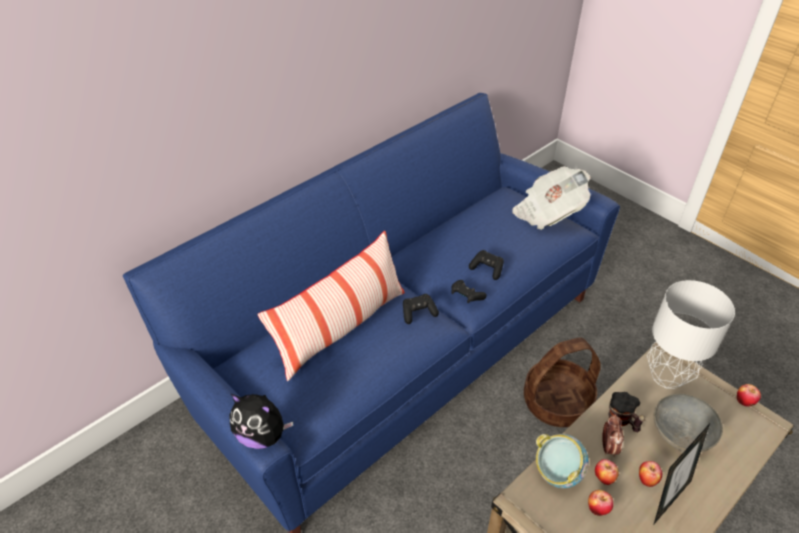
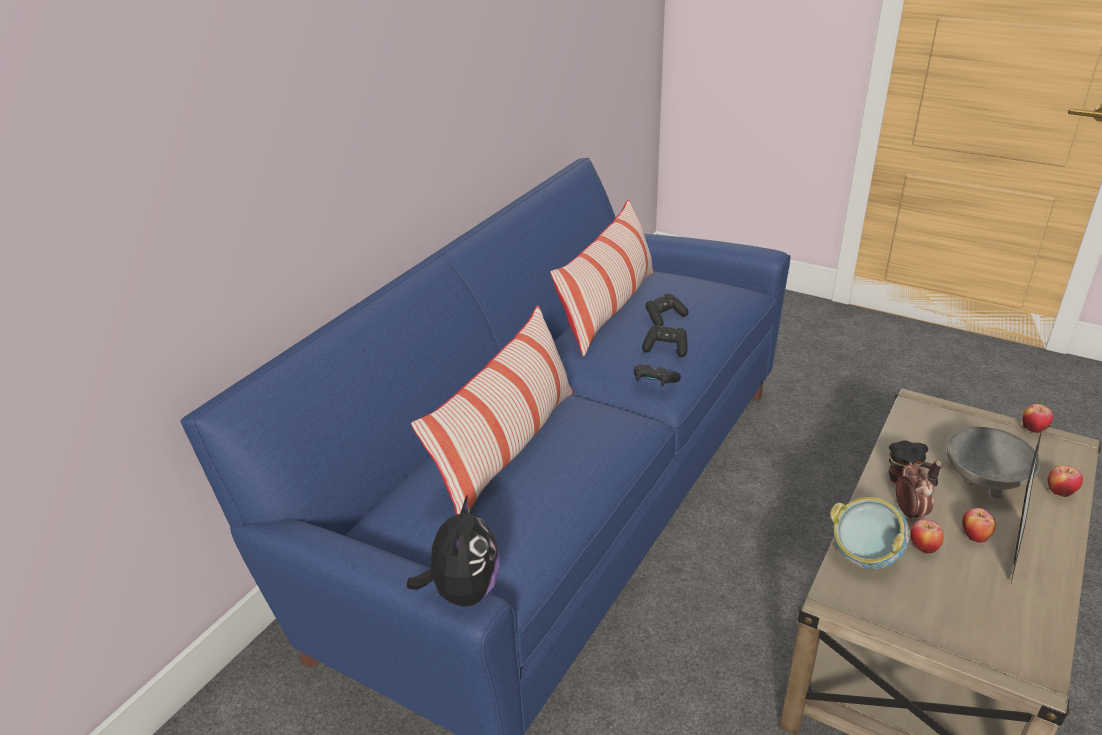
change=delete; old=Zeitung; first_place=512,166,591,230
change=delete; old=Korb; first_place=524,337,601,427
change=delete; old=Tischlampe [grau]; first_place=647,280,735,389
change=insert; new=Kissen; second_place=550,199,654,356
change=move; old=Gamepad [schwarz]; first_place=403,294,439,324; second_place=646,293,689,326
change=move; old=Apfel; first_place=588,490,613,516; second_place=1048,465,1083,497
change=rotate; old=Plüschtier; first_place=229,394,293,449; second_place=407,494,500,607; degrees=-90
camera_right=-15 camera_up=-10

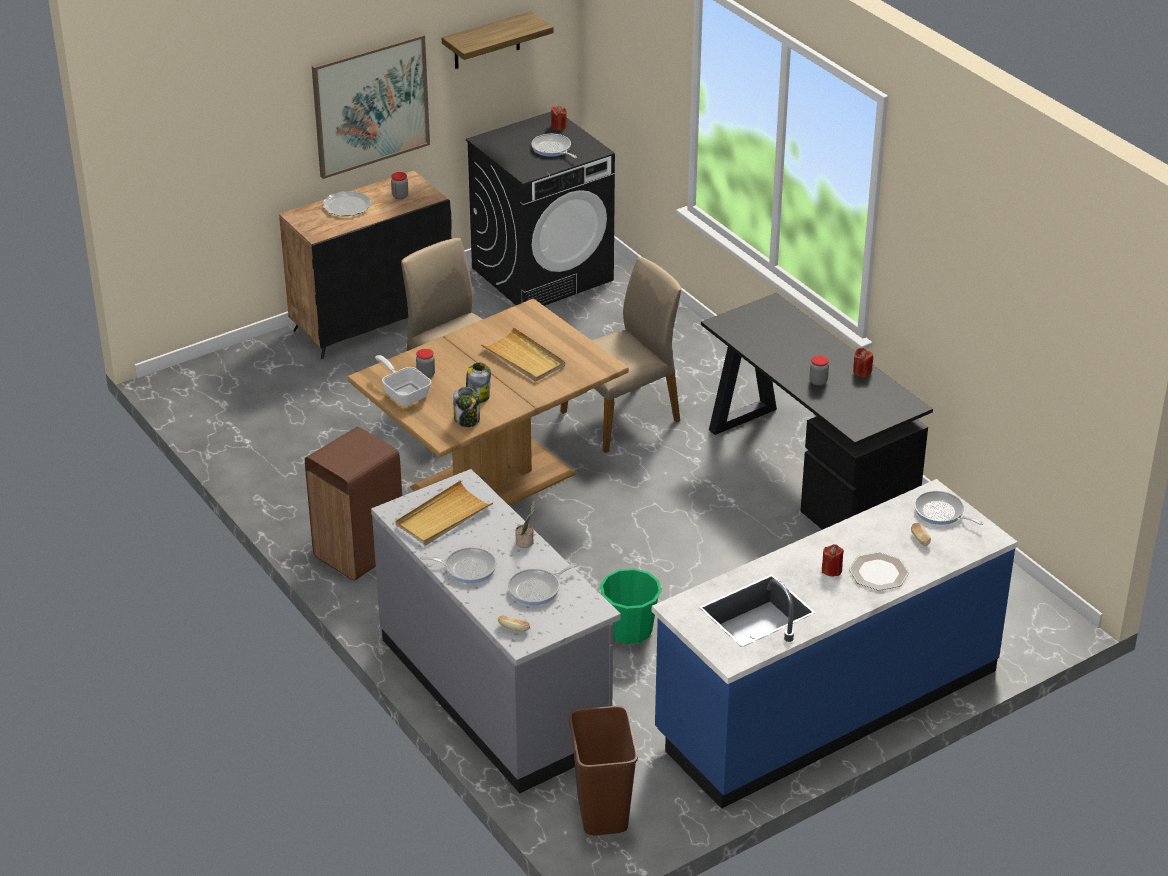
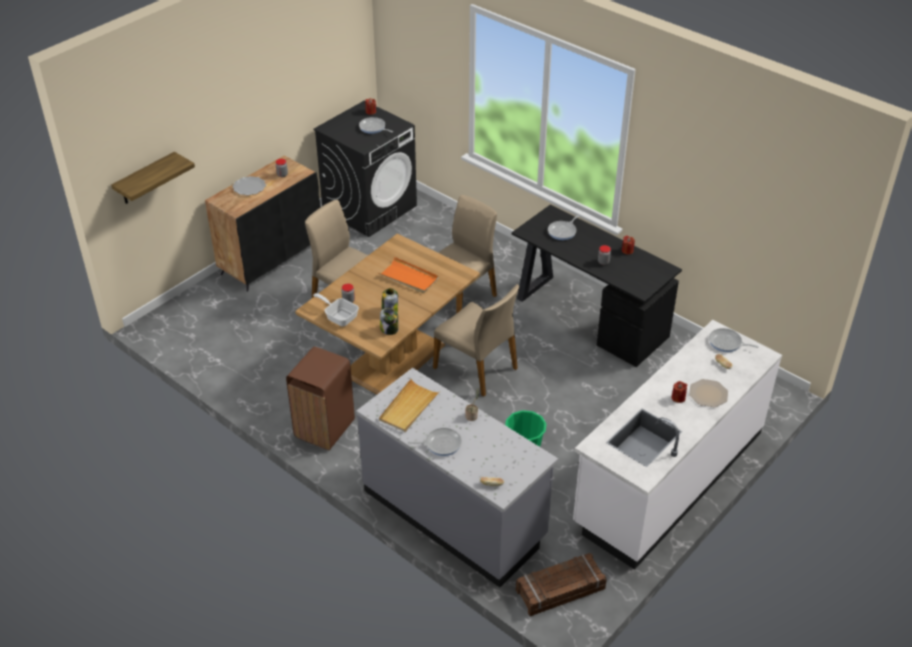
change=delete; old=Bild; first_place=312,33,430,179
change=insert; new=Stuhl [beige]; second_place=433,284,519,397
change=move; old=Wandregal; first_place=442,11,554,69; second_place=111,152,195,204
change=move; old=Pfanne; first_place=508,563,577,606; second_place=548,215,579,240
change=replace; old=Mülleimer [braun]; new=Kiste; first_place=569,706,638,835; second_place=516,553,607,616
change=recolor; old=Tablett [beige]; new=Tablett [orange]; first_place=481,327,565,382; second_place=378,257,439,293
change=recolor; old=Küchenzeile [blau]; new=Küchenzeile [weiß]; first_place=652,479,1018,809; second_place=573,320,782,570
camera_right=-15 camera_up=5

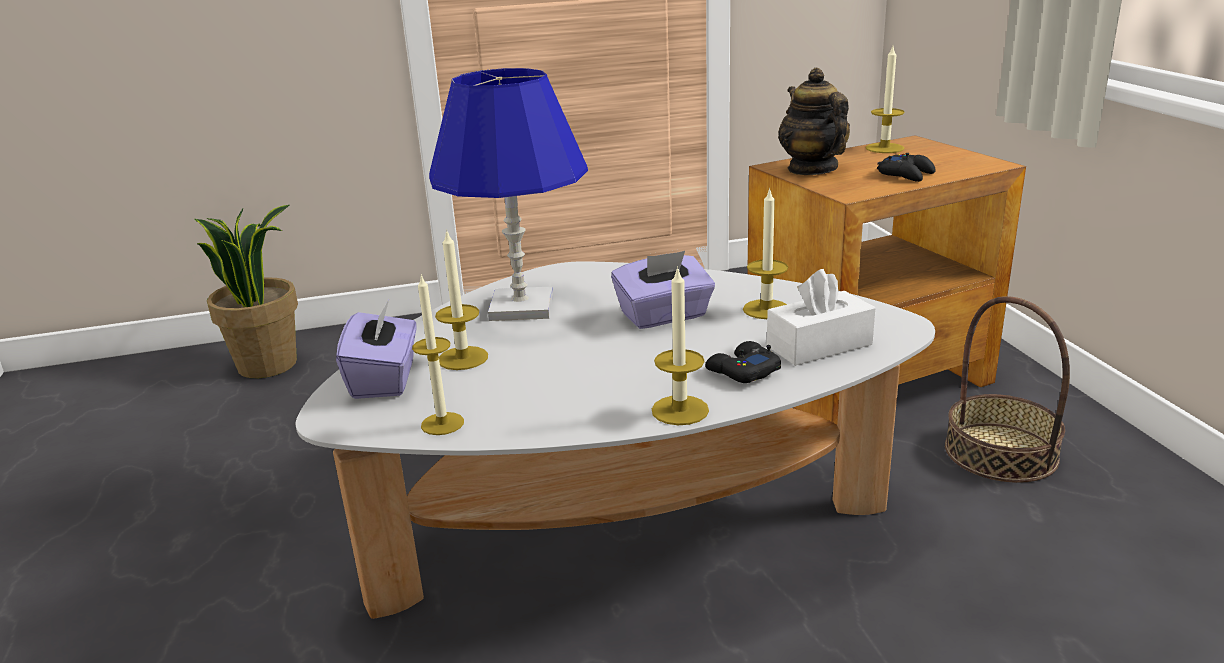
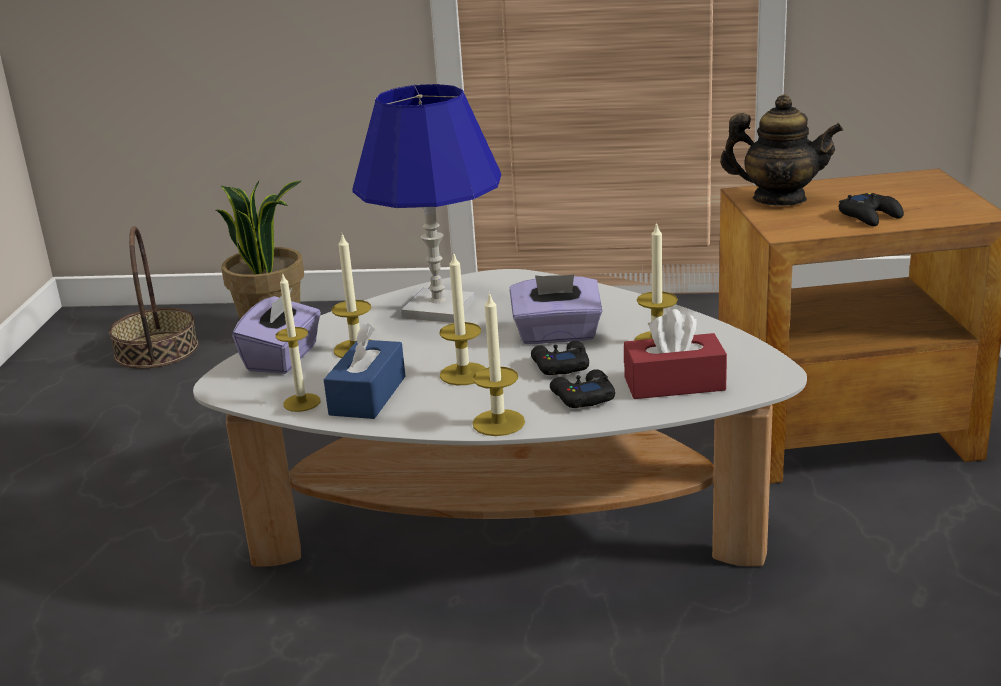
change=insert; new=Taschentuchbox [blau]; second_place=324,323,406,419
change=insert; new=Gamepad [schwarz]; second_place=531,341,589,375
change=move; old=Kerze; first_place=866,47,905,153; second_place=439,252,486,385
change=move; old=Korb; first_place=945,296,1070,483; second_place=109,226,199,369
change=recolor; old=Taschentuchbox [weiß]; new=Taschentuchbox [rot]; first_place=767,269,876,366; second_place=624,309,727,399
change=rotate; old=Teekanne; first_place=778,68,850,175; second_place=720,94,843,206; degrees=105
camera_right=20 camera_up=0

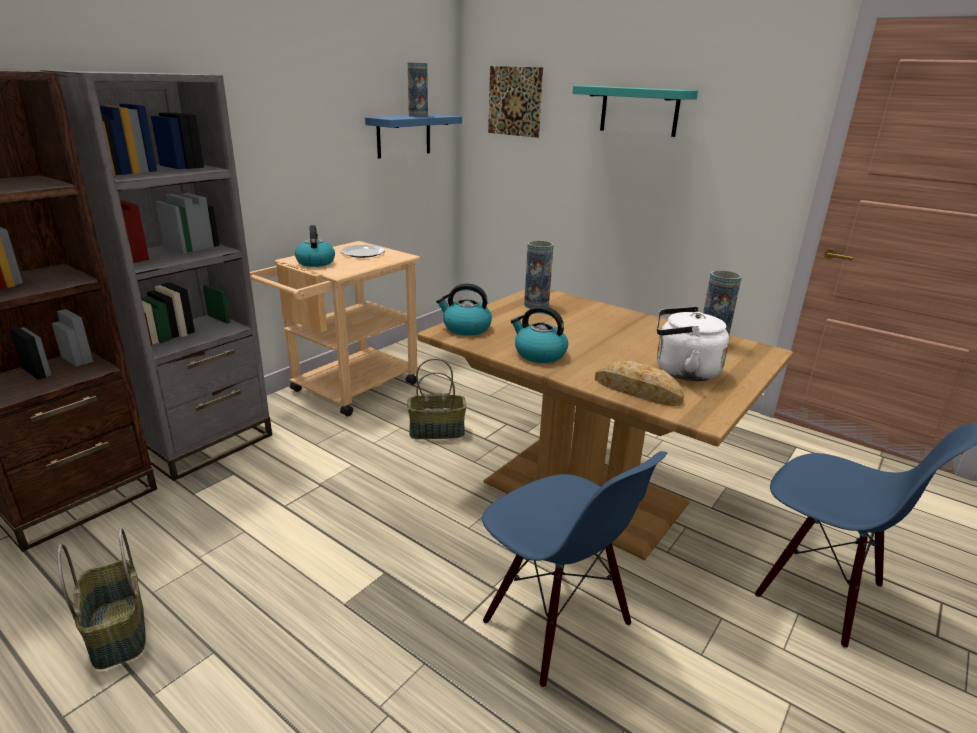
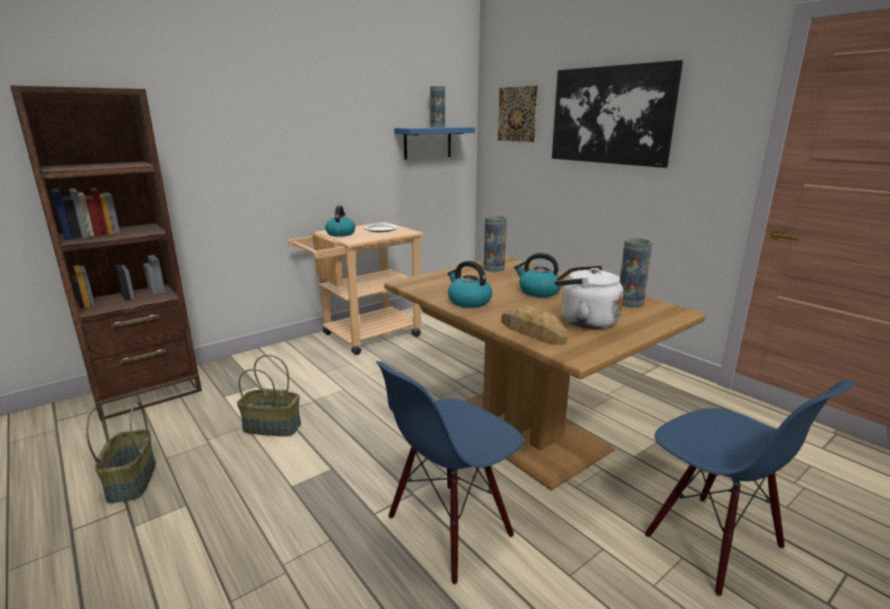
change=delete; old=Bücherregal [grau]; first_place=40,70,272,481
change=move; old=Korb; first_place=408,358,467,439; second_place=237,355,301,437
change=move; old=Wasserkessel; first_place=436,284,492,336; second_place=514,253,561,297
change=replace; old=Wandregal [türkis]; new=Bild; first_place=572,86,698,137; second_place=552,60,683,168
change=rotate; old=Stuhl [blau]; first_place=482,451,667,688; second_place=376,361,524,584; degrees=75
camera_right=15 camera_up=-5

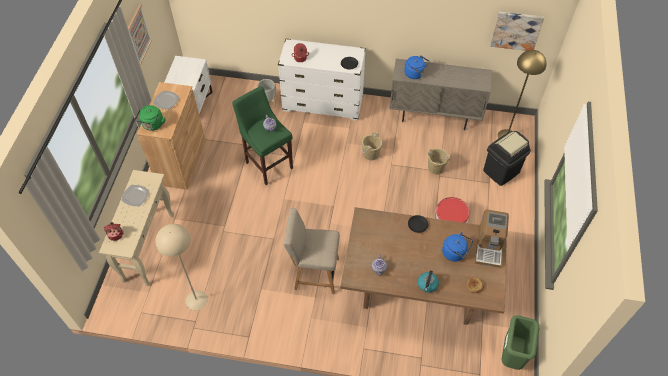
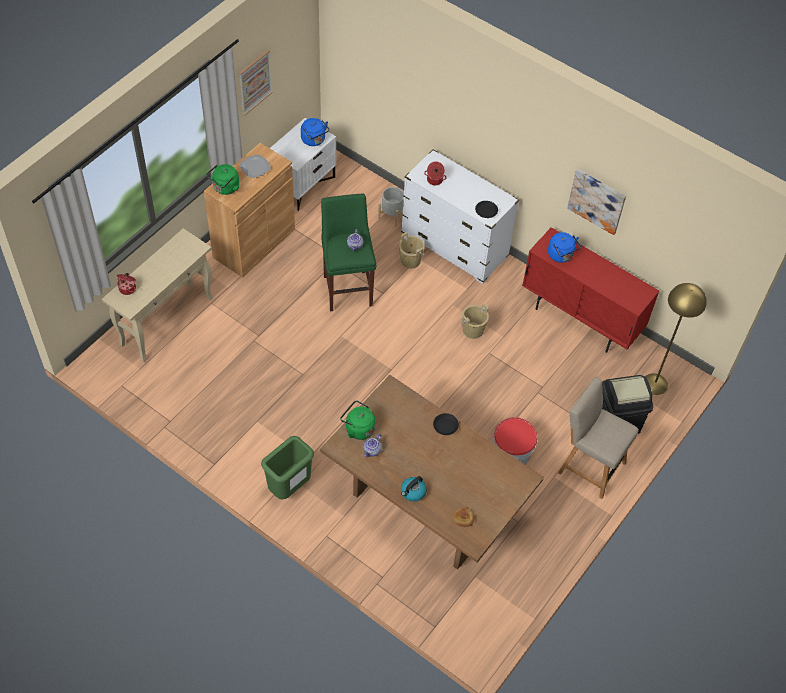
change=delete; old=Teller; first_place=121,185,149,206
change=delete; old=Stehlampe [beige]; first_place=155,224,208,310
change=delete; old=Kaffeemaschine; first_place=475,209,509,268
change=insert; new=Wasserkessel [grün]; second_place=340,400,376,440
change=move; old=Stuhl [beige]; first_place=284,208,340,294; second_place=558,377,639,499
change=move; old=Eimer [beige]; first_place=428,148,450,174; second_place=399,232,425,269
change=move; old=Wasserkessel [blau]; first_place=442,232,473,262; second_place=301,118,329,146
change=move; old=Bild; first_place=490,12,544,51; second_place=567,169,626,235
change=move; old=Mülleimer [grün]; first_place=502,315,539,370; second_place=261,436,314,500
change=recolor; old=Schrank [beige]; new=Schrank [rot]; first_place=389,59,492,130; second_place=522,227,659,353
camera_right=25 camera_up=0

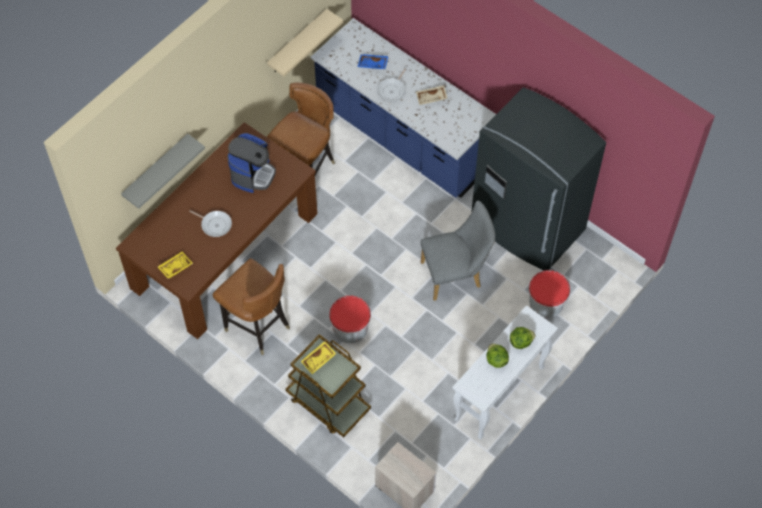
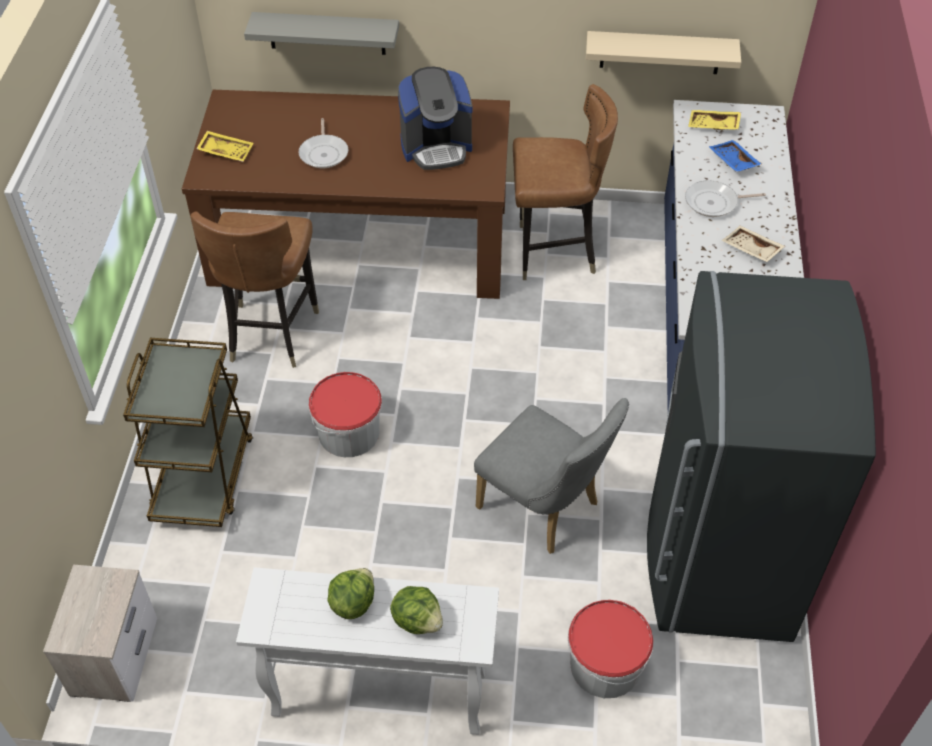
change=move; old=Tablett [gelb]; first_place=300,341,337,374; second_place=688,110,741,130
camera_right=55 camera_up=-10

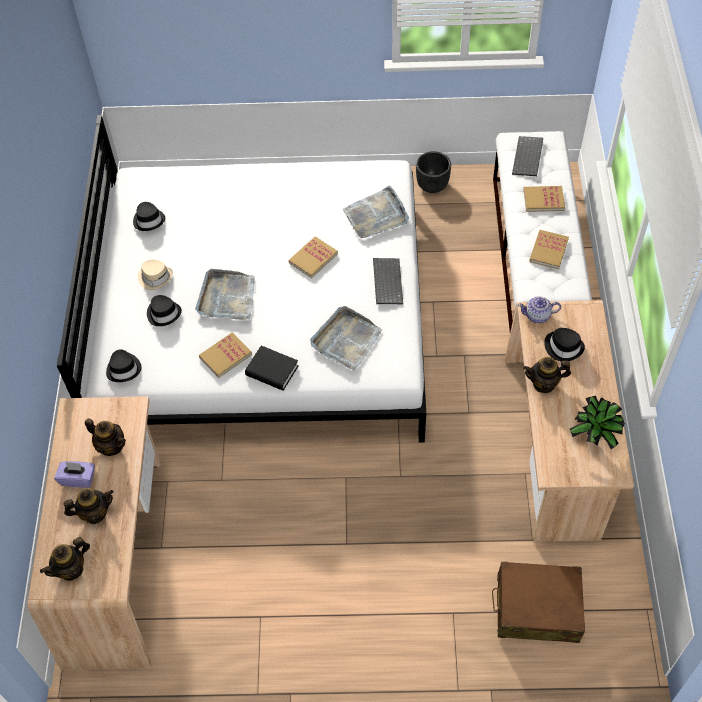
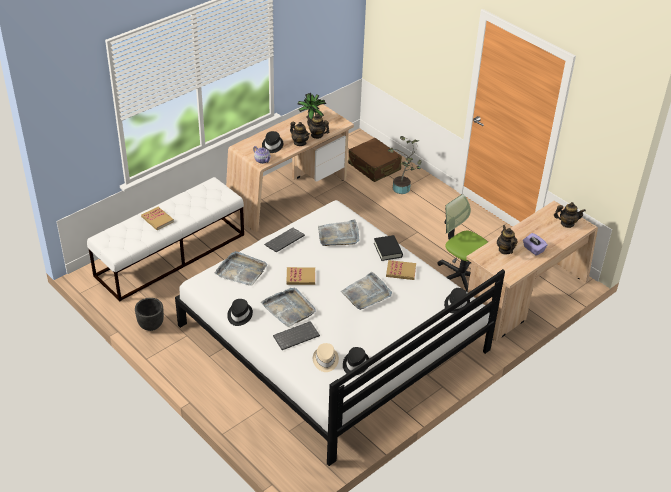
change=delete; old=Buch; first_place=529,230,569,269
change=insert; new=Tablett [grau]; second_place=261,287,316,327
change=insert; new=Topfpflanze; second_place=388,136,422,194
change=insert; new=Bürostuhl; second_place=437,194,488,292
change=move; old=Teekanne; first_place=64,488,114,524; second_place=306,114,329,139
change=move; old=Hut [beige]; first_place=138,260,173,290; second_place=313,343,339,372
change=move; old=Hut [schwarz]; first_place=147,295,182,326; second_place=227,299,253,326
change=move; old=Tastatur; first_place=512,136,543,176; second_place=273,321,320,350
camera_right=-135 camera_up=-15

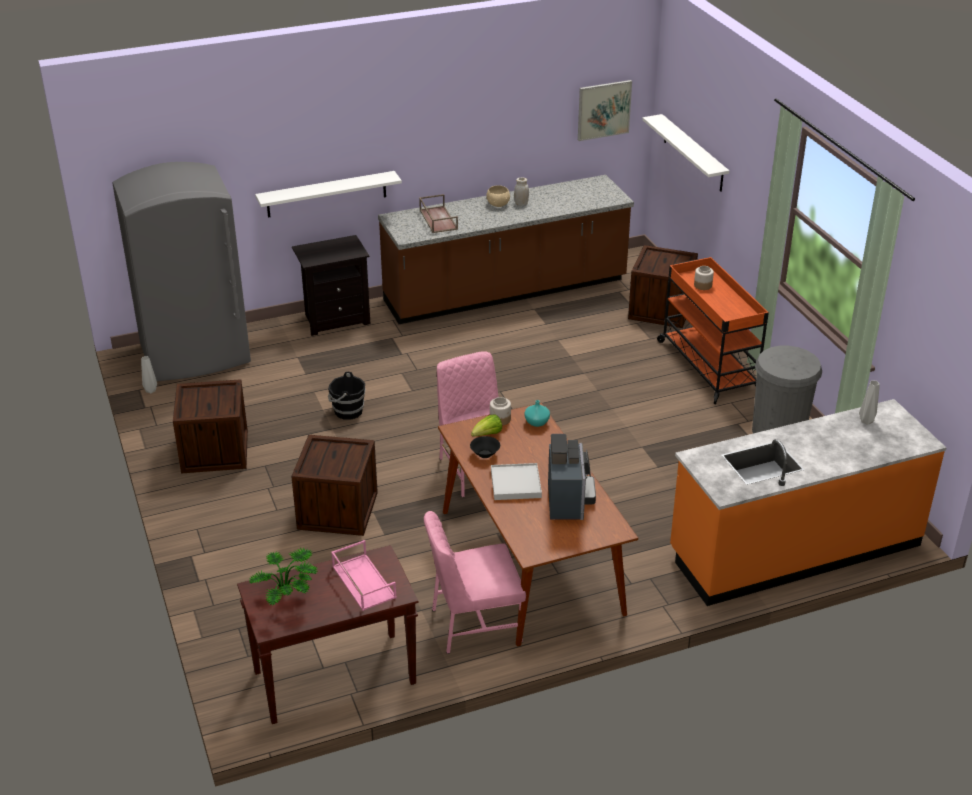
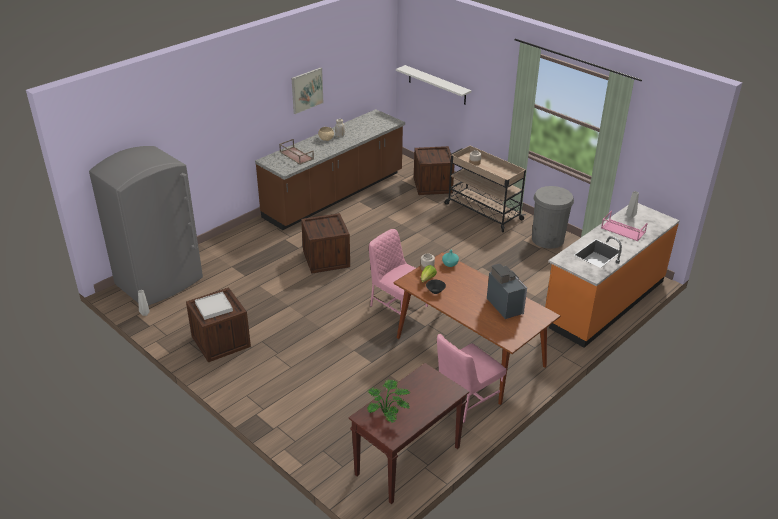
change=delete; old=Wandregal [weiß]; first_place=255,171,402,218
change=delete; old=Nachttisch [schwarz]; first_place=292,235,370,336
change=delete; old=Eimer [schwarz]; first_place=328,372,366,420
change=move; old=Kiste; first_place=291,435,378,536; second_place=301,213,350,274
change=move; old=Tablett [rosa]; first_place=331,540,397,611; second_place=601,211,648,241
change=move; old=Tablett [weiß]; first_place=491,463,542,500; second_place=195,292,233,320
change=move; old=Bild; first_place=578,80,632,141; second_place=292,68,323,114
change=recolor; old=Rollwagen [orange]; new=Rollwagen [beige]; first_place=657,257,769,404; second_place=444,146,526,232
camera_right=-25 camera_up=0

